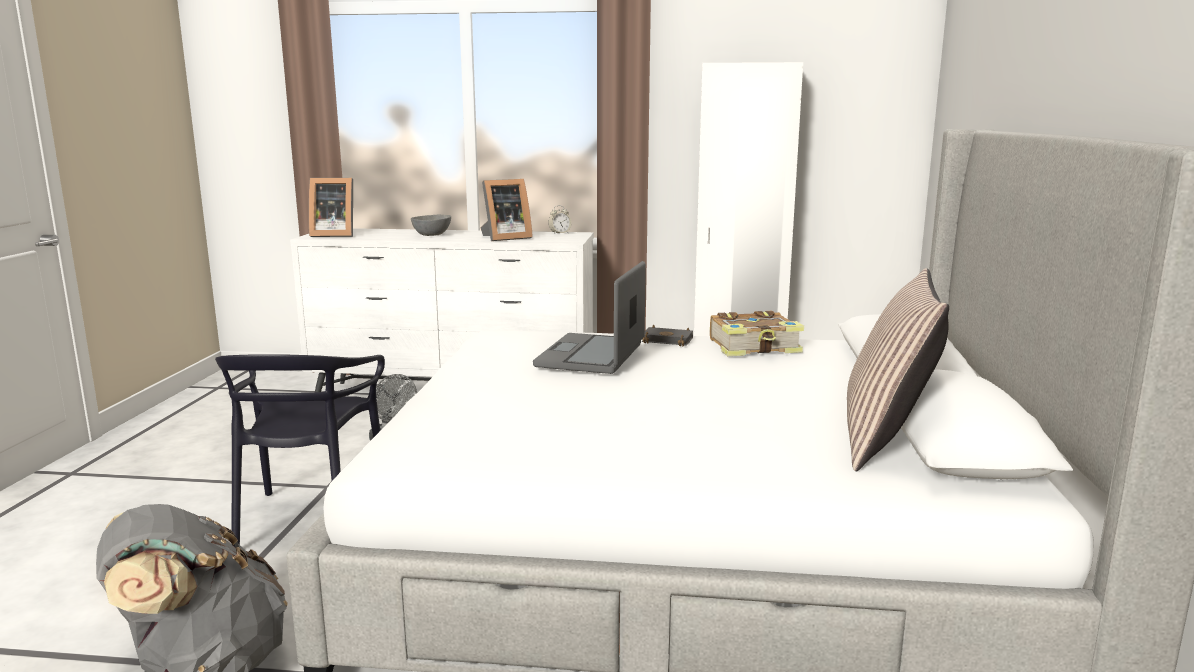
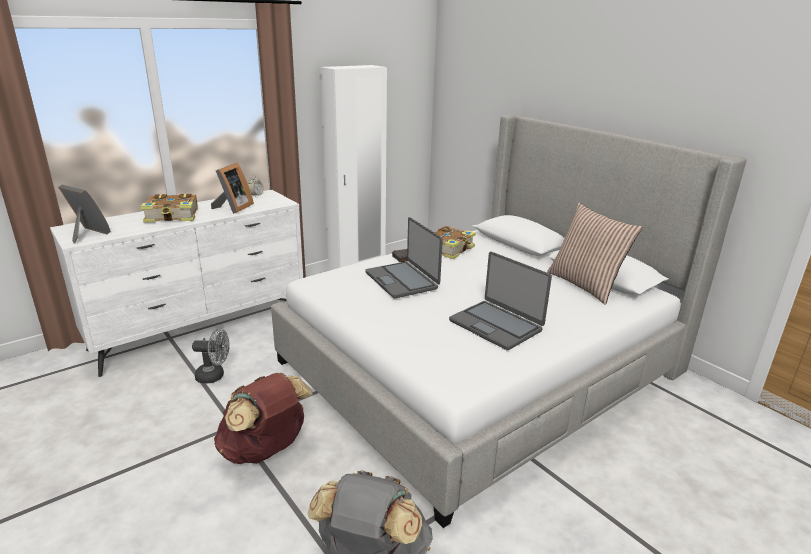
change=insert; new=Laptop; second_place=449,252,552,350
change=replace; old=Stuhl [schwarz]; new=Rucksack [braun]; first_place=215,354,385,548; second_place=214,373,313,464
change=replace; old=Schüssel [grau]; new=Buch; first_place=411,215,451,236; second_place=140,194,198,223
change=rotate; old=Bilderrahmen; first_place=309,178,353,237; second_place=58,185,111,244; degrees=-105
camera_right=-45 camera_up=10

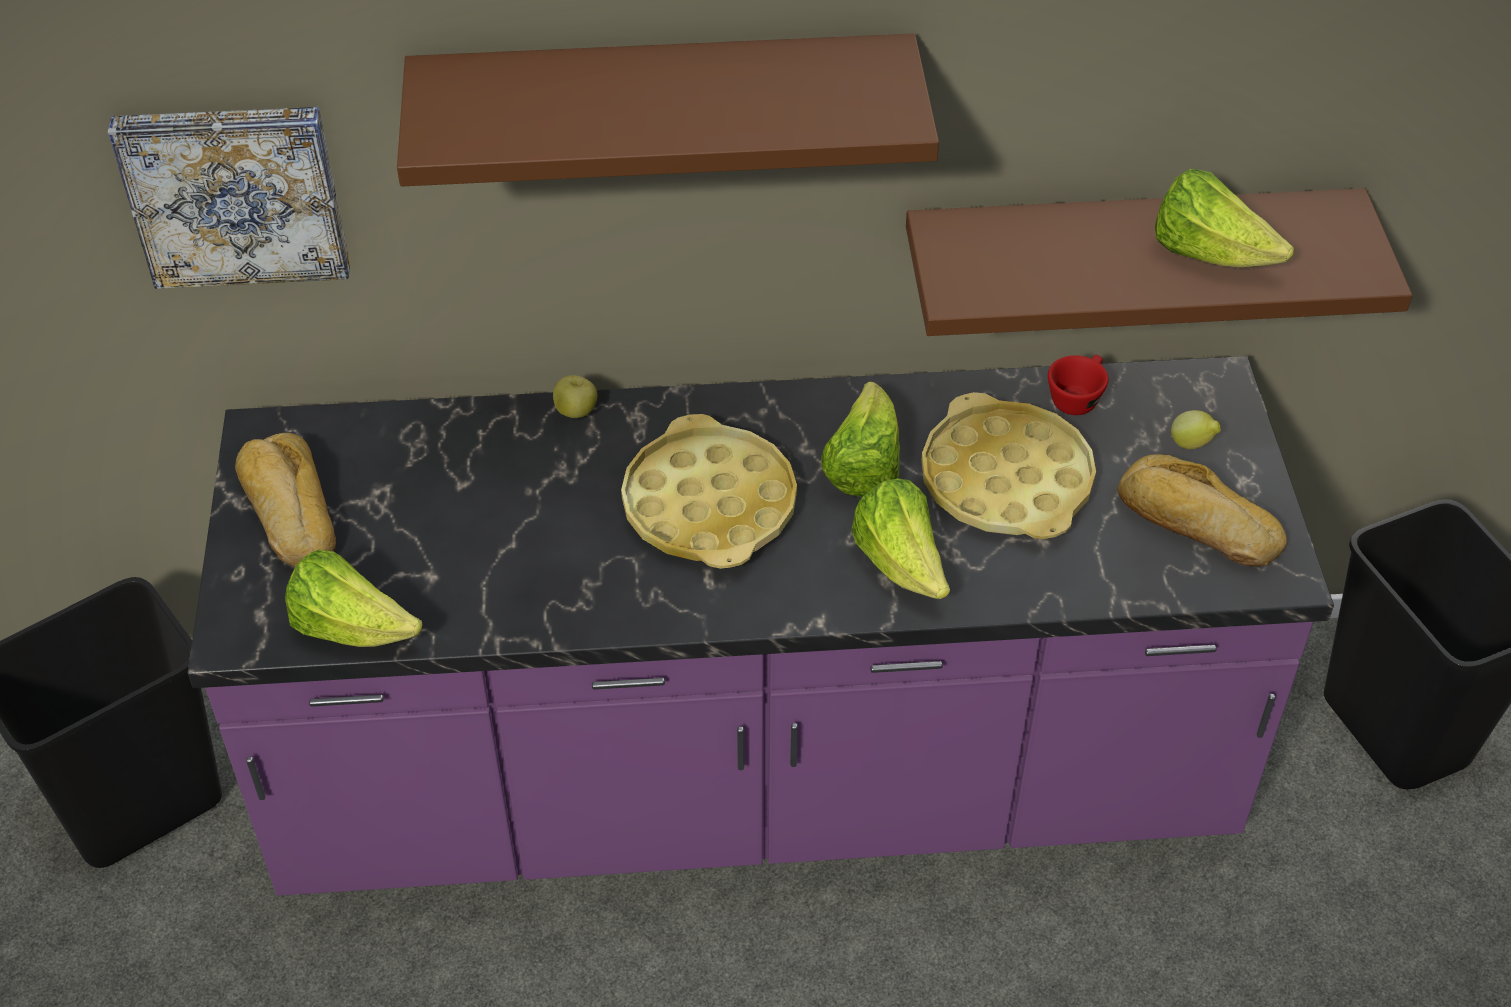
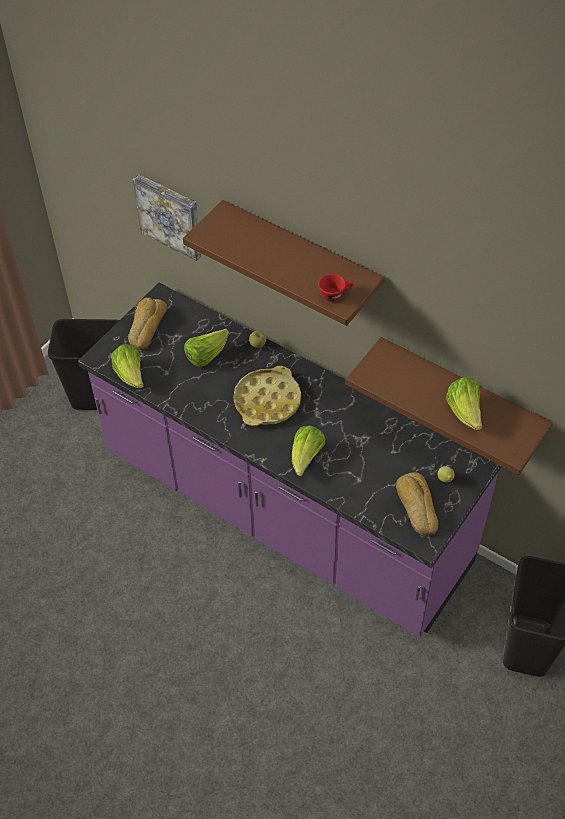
change=delete; old=Tablett [gelb]; first_place=921,392,1096,539
change=move; old=Salatkopf; first_place=821,382,900,497; second_place=184,329,229,367
change=move; old=Tasse [rot]; first_place=1048,355,1108,415; second_place=318,274,354,302
camera_right=40 camera_up=5

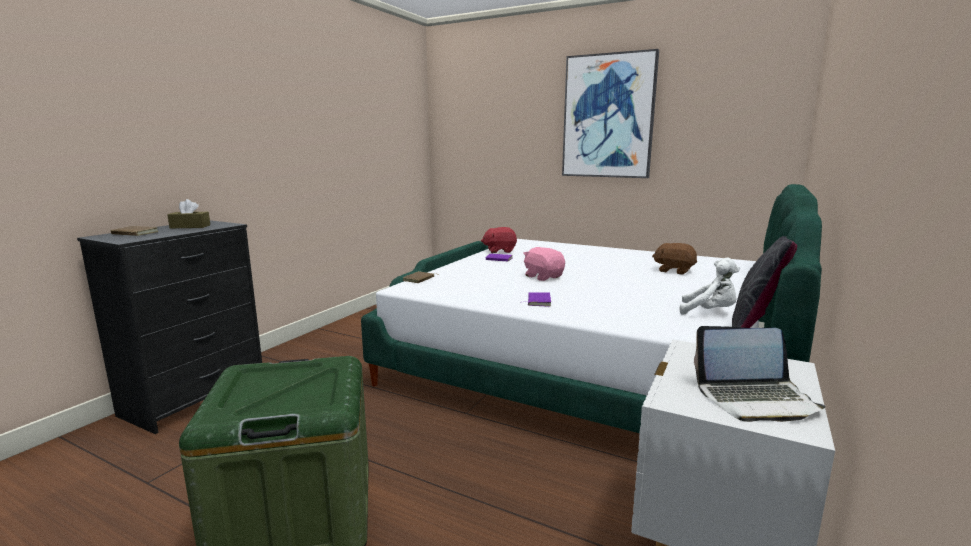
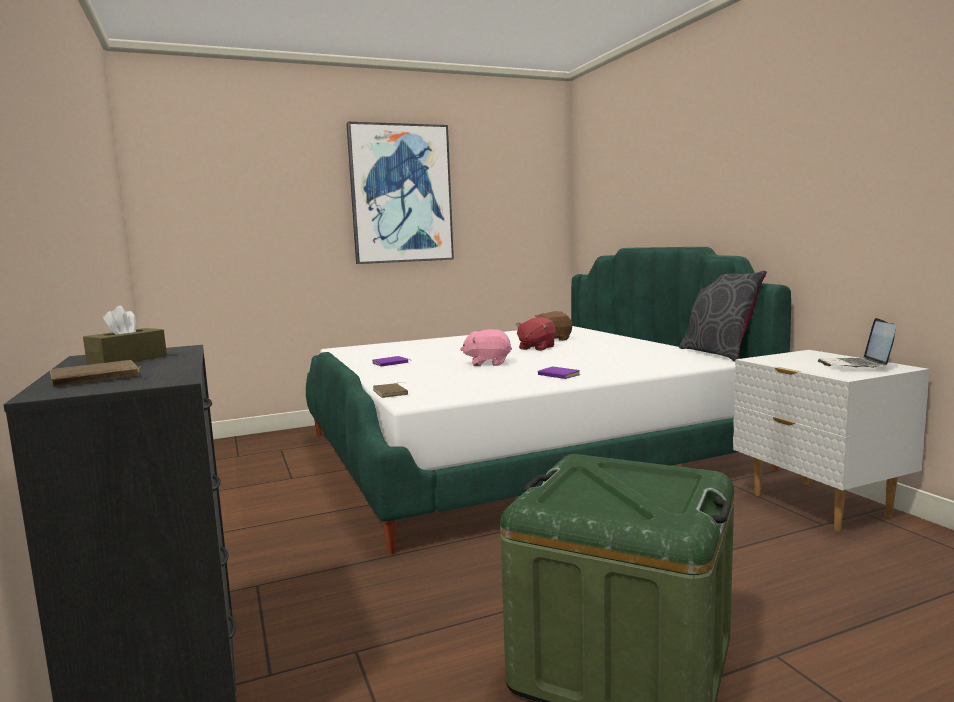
change=delete; old=Plüschtier [weiß]; first_place=679,258,740,315
change=move; old=Plüschtier [rot]; first_place=481,227,517,253; second_place=515,317,556,351
change=rotate; old=Laptop; first_place=694,326,826,422; second_place=817,318,896,368; degrees=150
camera_right=-50 camera_up=-5

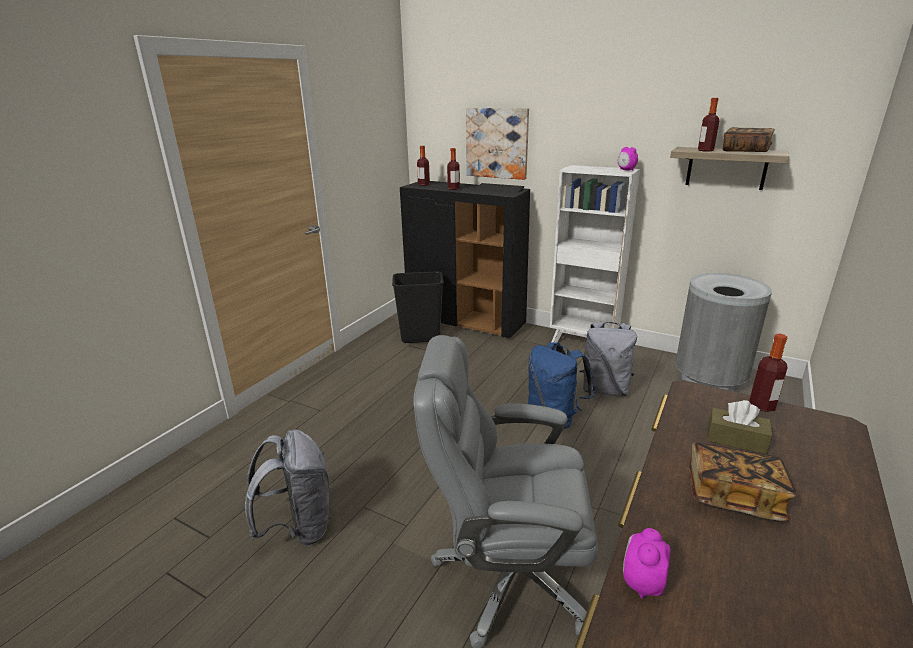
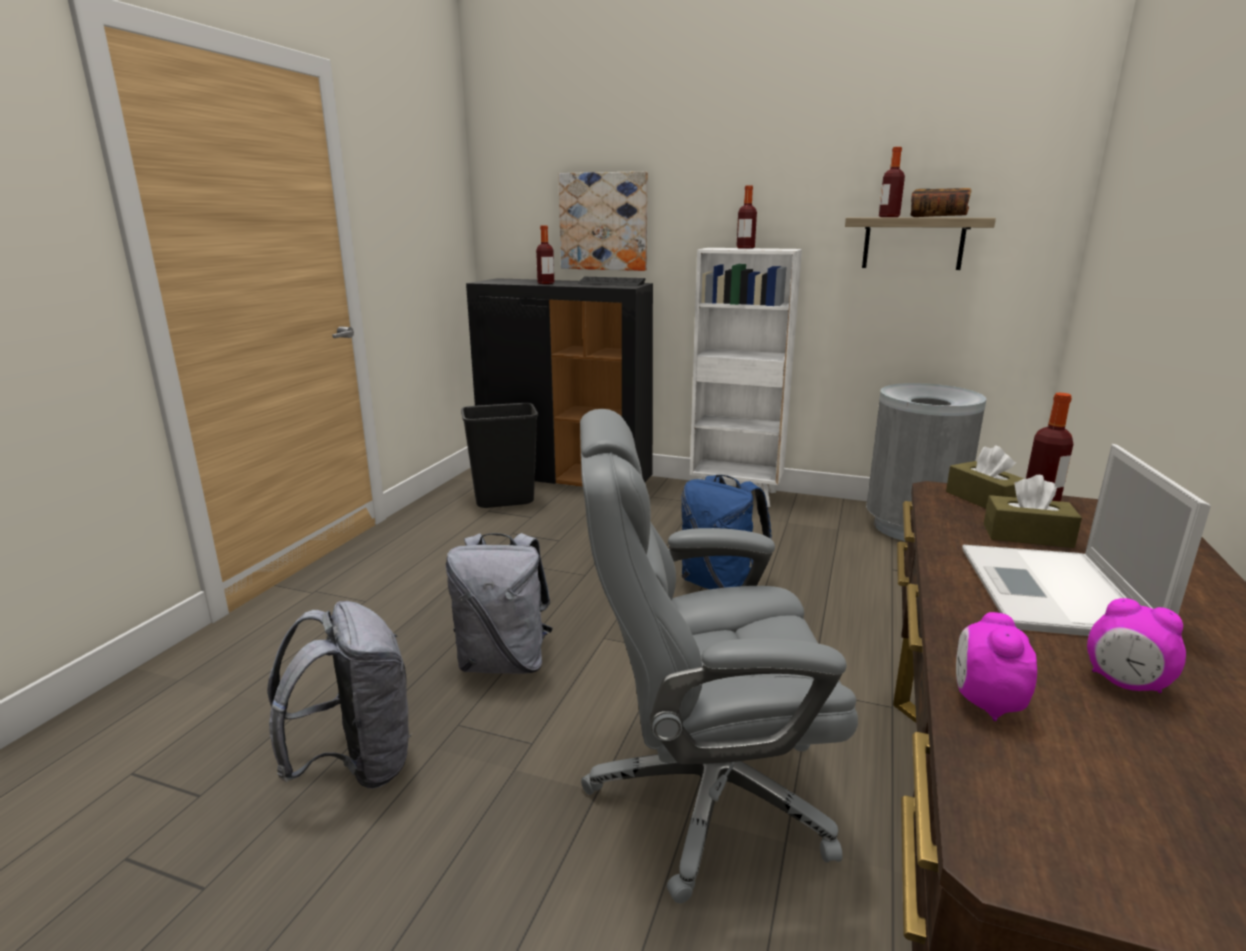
change=insert; new=Taschentuchbox [braun]; second_place=946,445,1024,509
change=move; old=Flasche; first_place=417,146,430,186; second_place=736,185,757,249
change=move; old=Rucksack [grau]; first_place=579,322,637,396; second_place=446,533,553,674
change=move; old=Wecker; first_place=618,147,638,170; second_place=1087,598,1186,693
change=replace; old=Buch; new=Laptop; first_place=689,442,797,521; second_place=962,444,1211,636
camera_right=-10 camera_up=-5

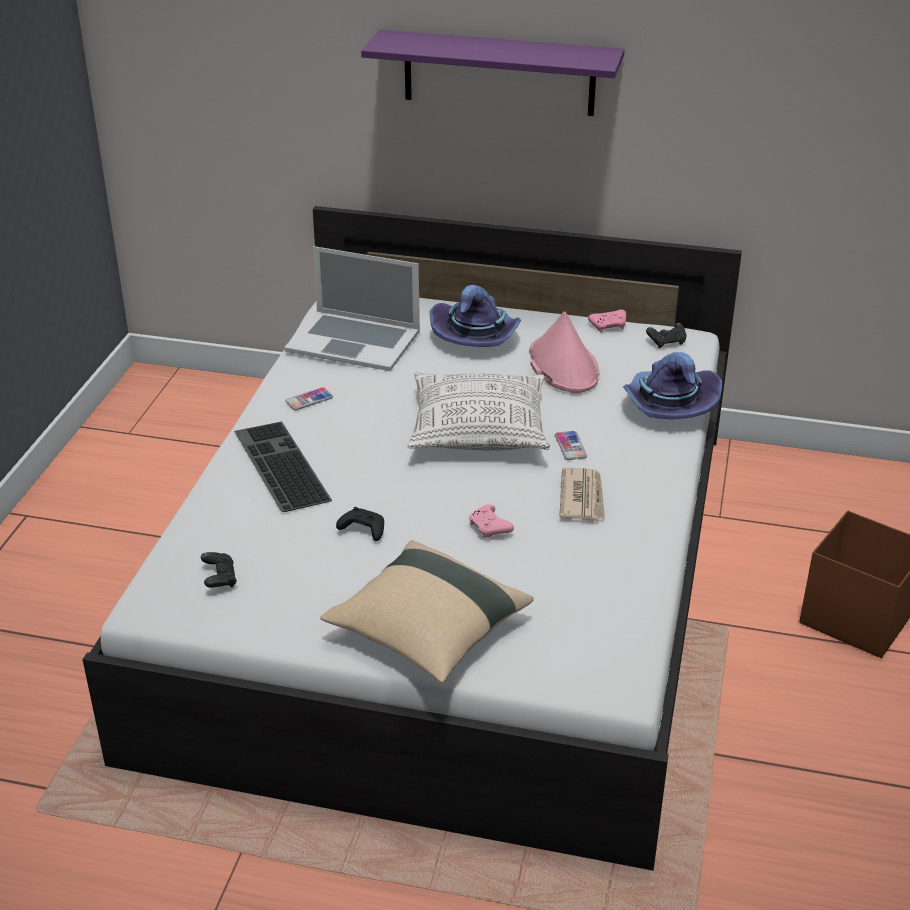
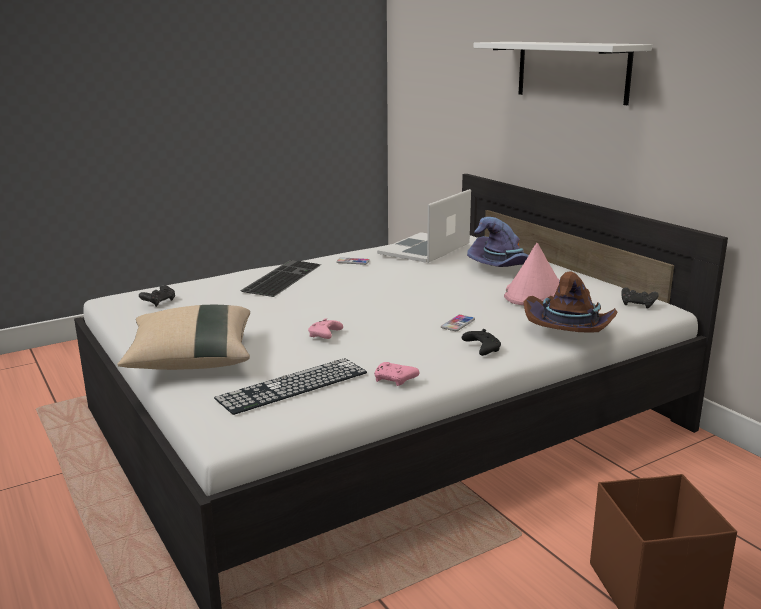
change=delete; old=Kissen; first_place=408,372,550,451
change=delete; old=Zeitung; first_place=559,467,605,521
change=insert; new=Tastatur; second_place=214,358,367,415
change=move; old=Gamepad [schwarz]; first_place=336,507,384,541; second_place=462,329,501,356
change=move; old=Gamepad [rosa]; first_place=588,310,626,332; second_place=374,362,420,386
change=recolor; old=Wandregal [lila]; new=Wandregal [weiß]; first_place=361,30,625,116; second_place=473,42,652,105
change=recolor; old=Hut [lila]; new=Hut [braun]; first_place=623,352,722,420; second_place=524,271,617,333
change=rotate; old=Laptop; first_place=284,246,420,371; second_place=377,189,471,263; degrees=60
camera_right=45 camera_up=-15

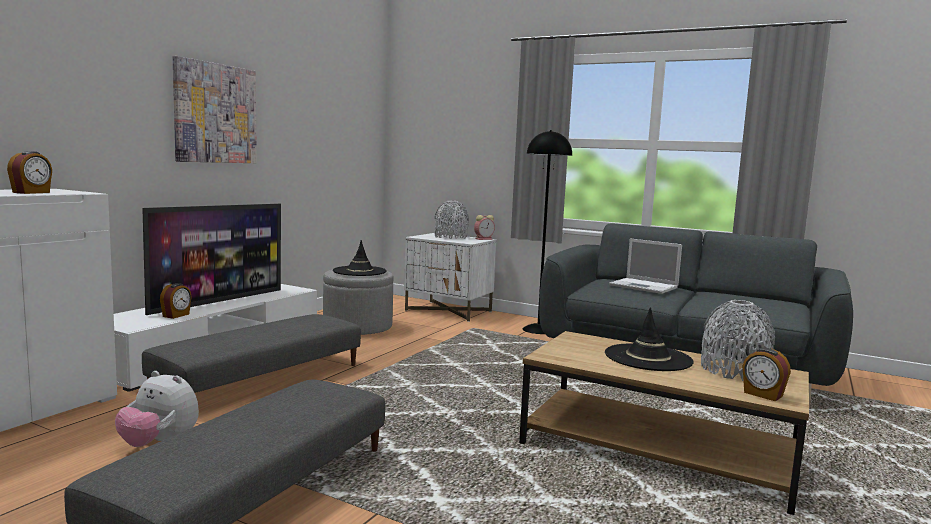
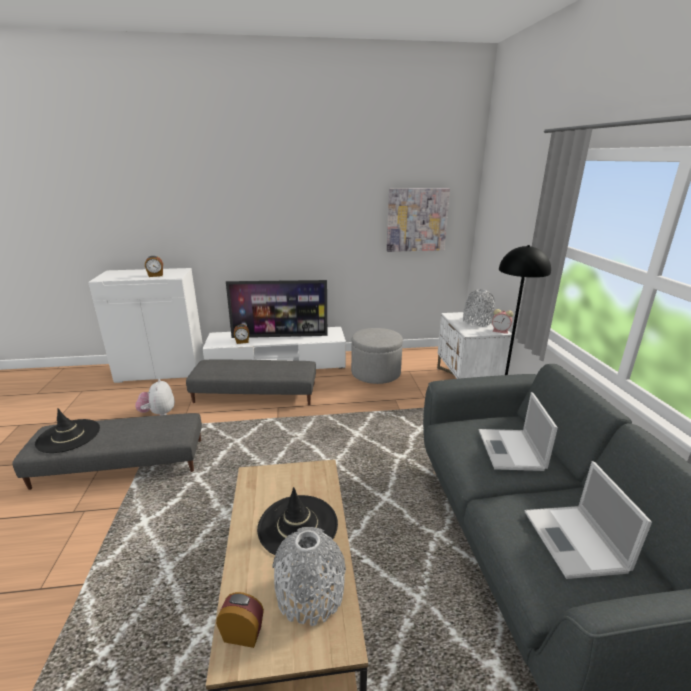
change=insert; new=Laptop; second_place=525,461,652,579
change=move; old=Bild; first_place=173,56,257,163; second_place=387,188,450,252
change=move; old=Hut [schwarz]; first_place=333,240,387,276; second_place=35,408,100,453
change=rotate; old=Wecker; first_place=742,348,791,401; second_place=216,592,264,648; degrees=90
camera_right=55 camera_up=15

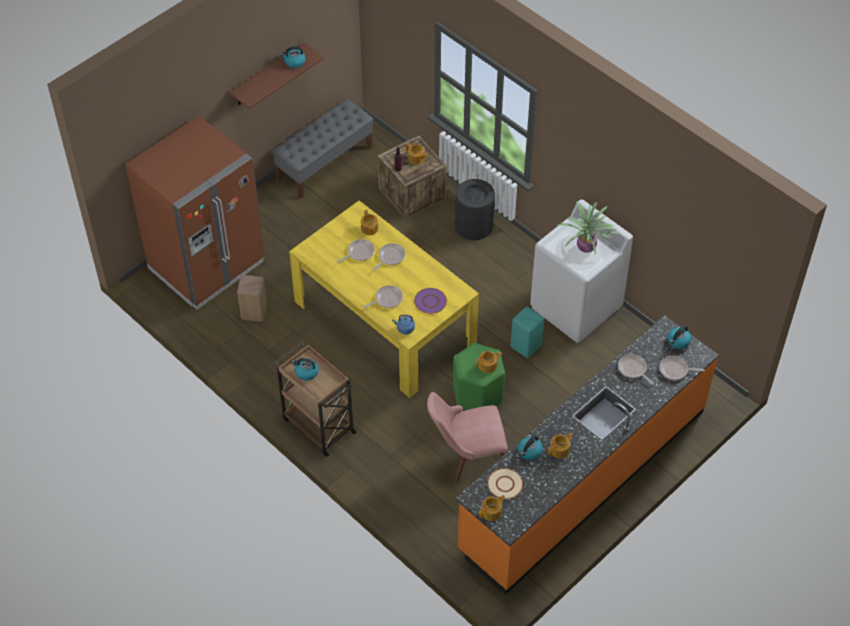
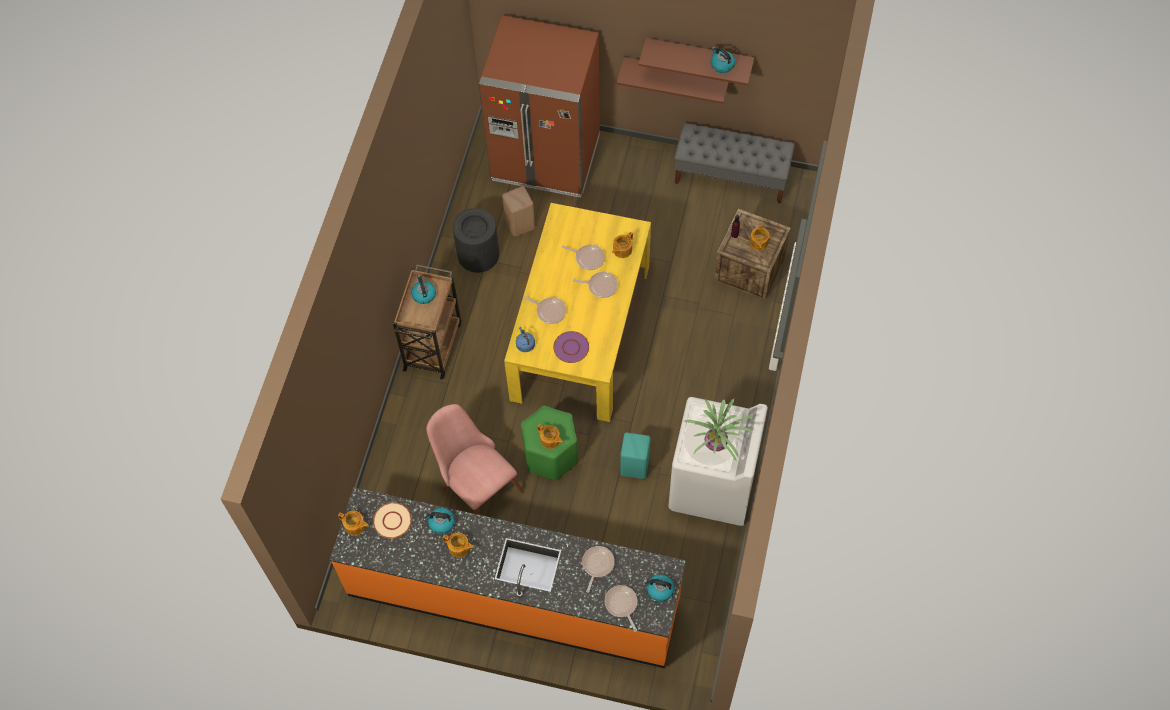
change=insert; new=Wandregal [braun]; second_place=617,57,729,104
change=move; old=Mülleimer [schwarz]; first_place=455,179,495,240; second_place=453,208,499,273
camera_right=60 camera_up=10

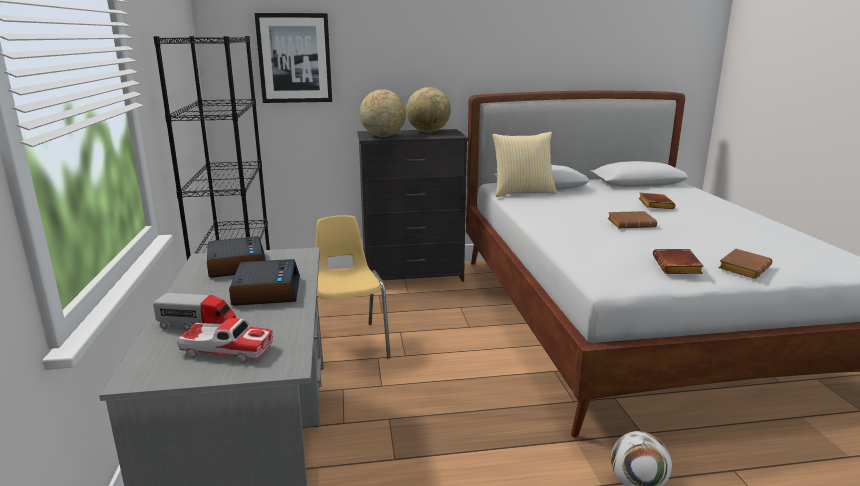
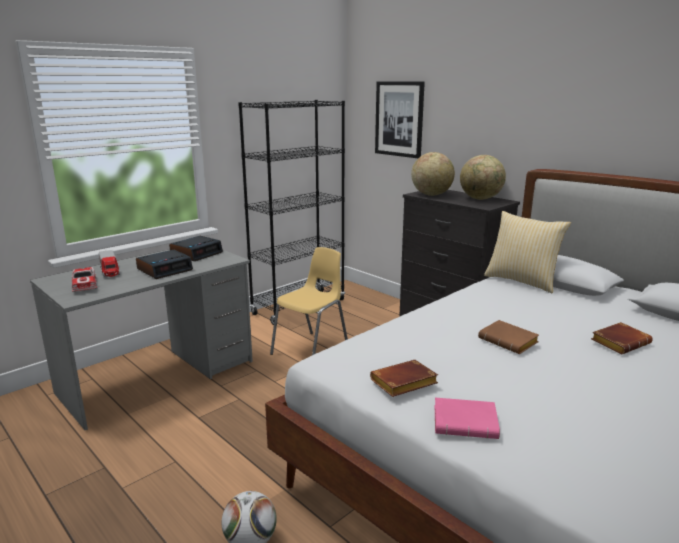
change=recolor; old=Buch [braun]; new=Buch [rosa]; first_place=718,249,772,279; second_place=435,398,500,439
camera_right=55 camera_up=0

